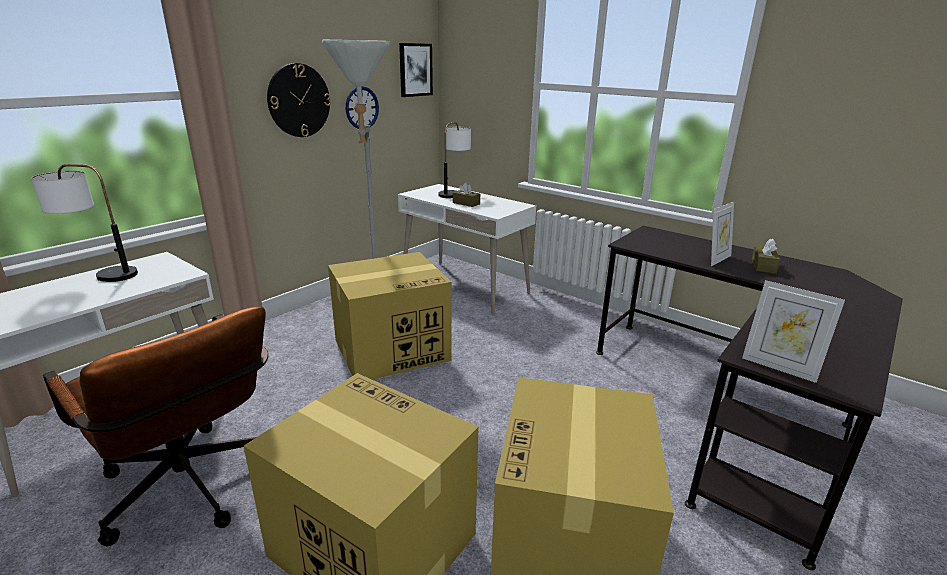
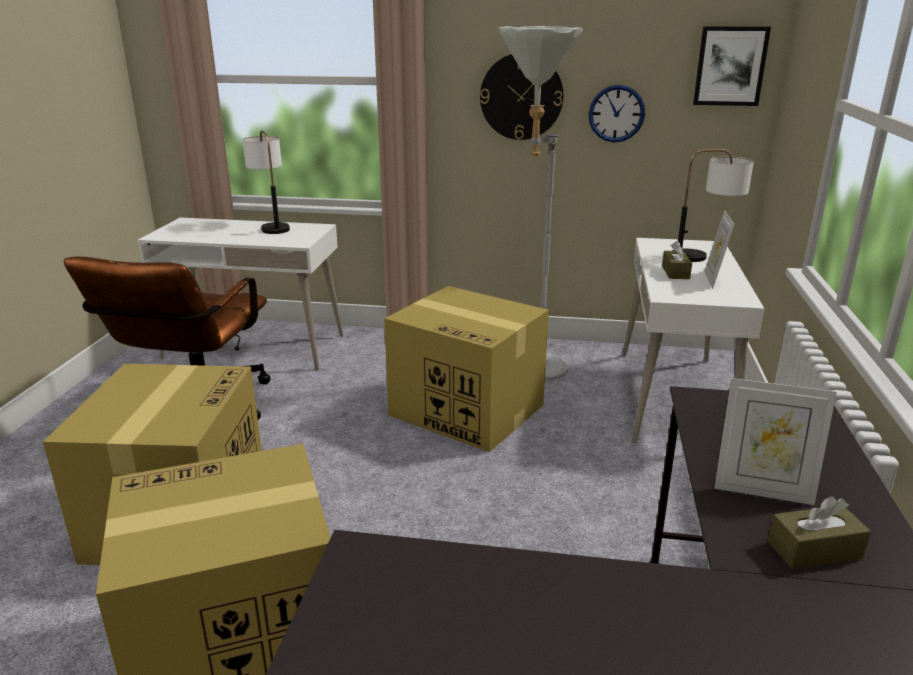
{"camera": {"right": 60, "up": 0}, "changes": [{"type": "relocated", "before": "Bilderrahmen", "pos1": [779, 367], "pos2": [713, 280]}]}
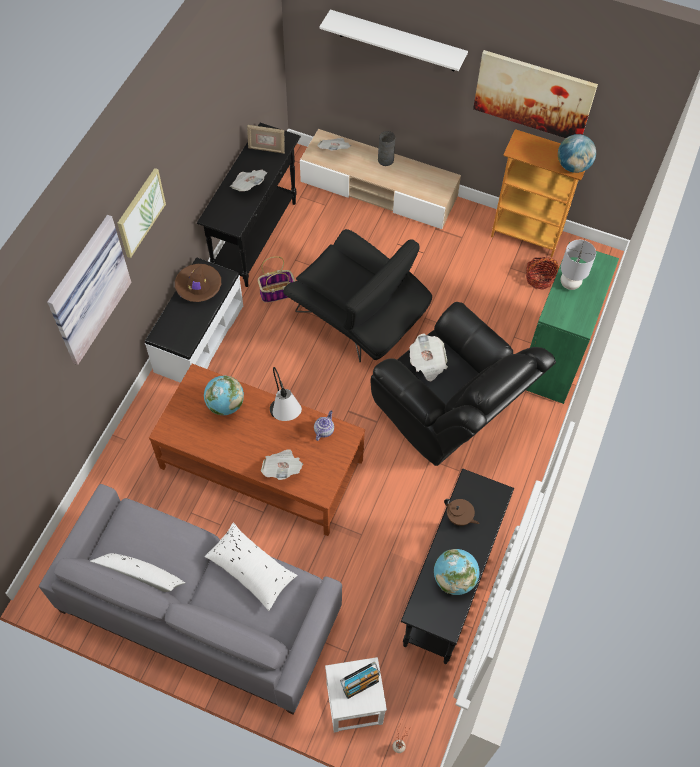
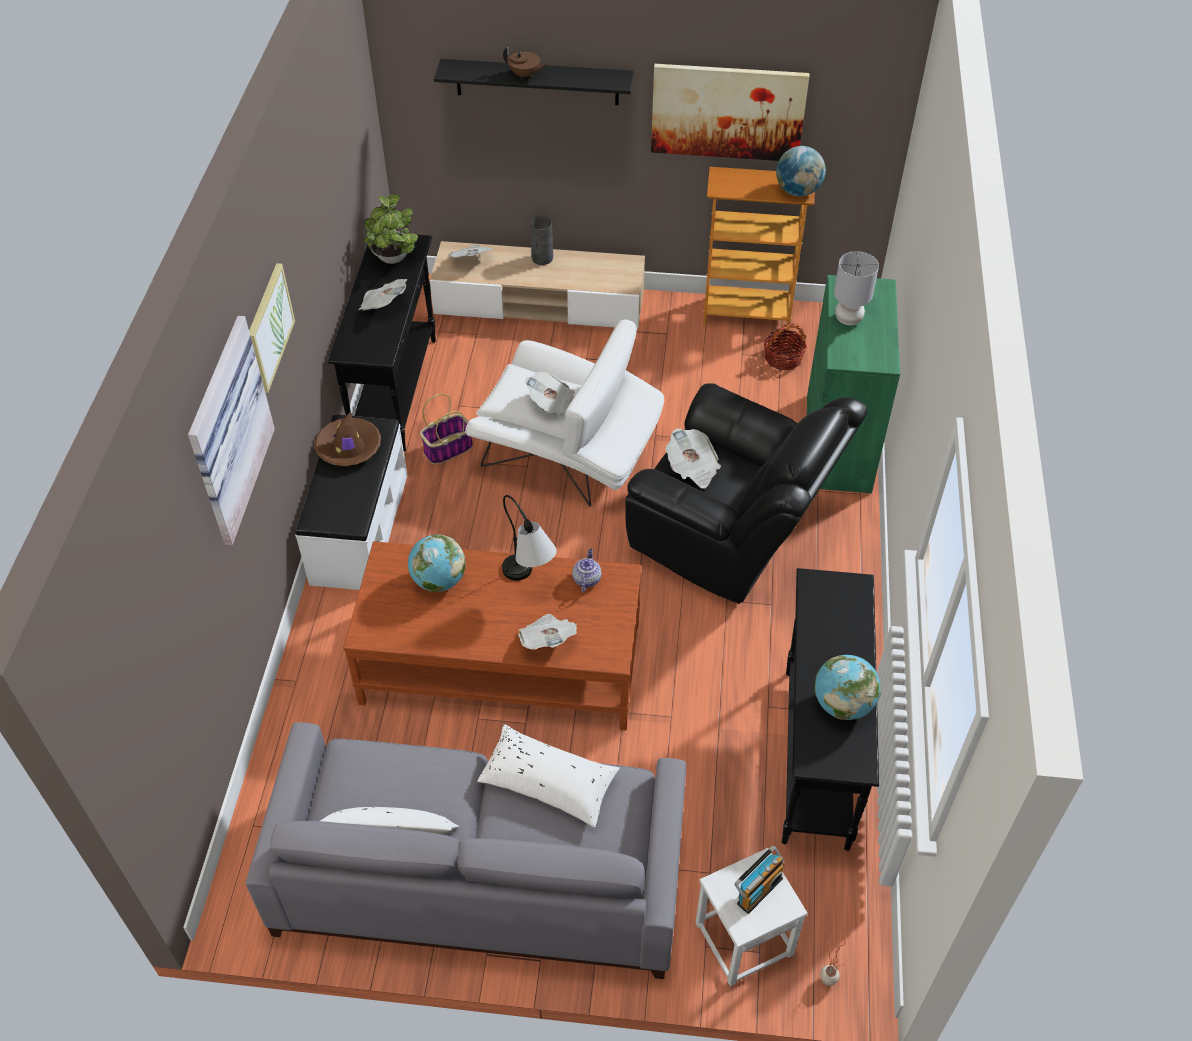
{"camera": {"right": -15, "up": -10}, "changes": [{"type": "colour", "before": "Wandregal/weiß", "after": "Wandregal/schwarz", "pos1": [397, 41], "pos2": [537, 82]}, {"type": "exchanged", "before": "Bilderrahmen", "after": "Topfpflanze", "pos1": [266, 149], "pos2": [392, 259]}, {"type": "colour", "before": "Sessel/schwarz", "after": "Sessel/weiß", "pos1": [358, 318], "pos2": [568, 455]}, {"type": "relocated", "before": "Teekanne/braun", "pos1": [459, 517], "pos2": [525, 75]}, {"type": "appeared", "after": "Zeitung", "pos2": [553, 405]}]}
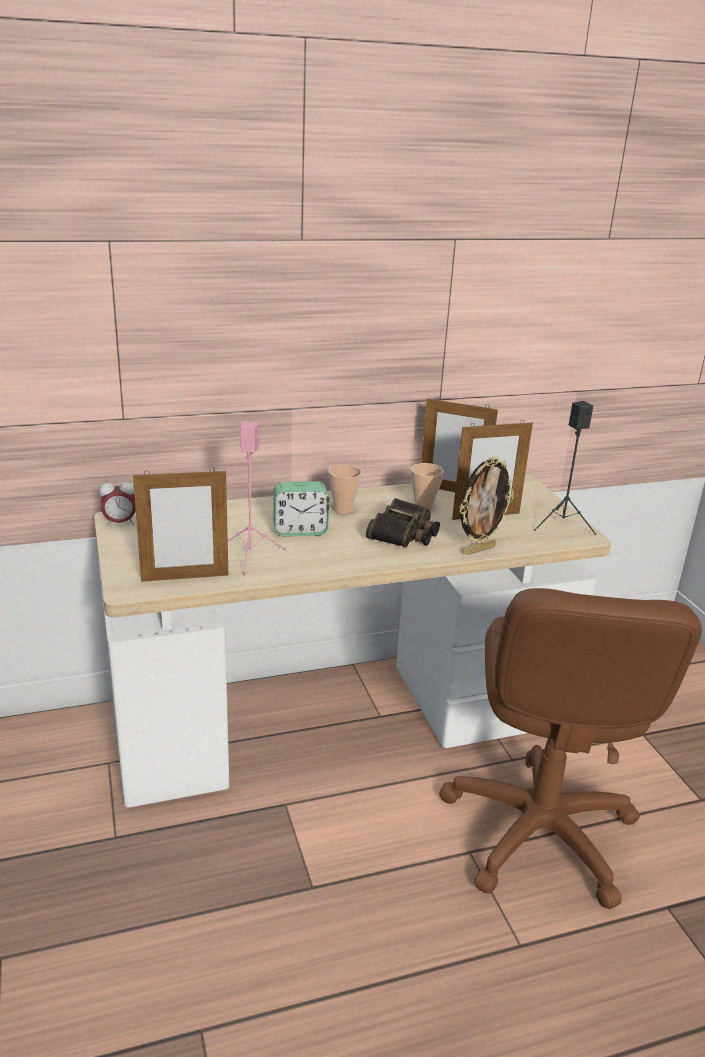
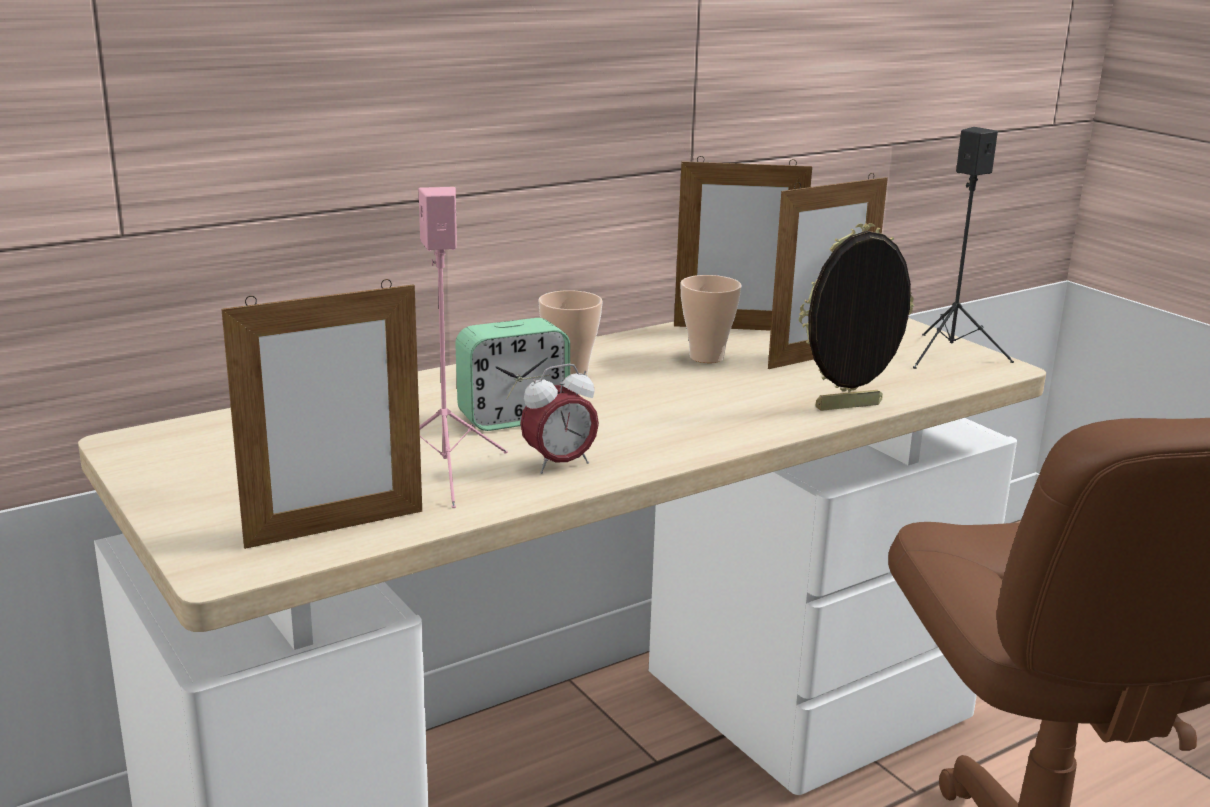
{"camera": {"right": -15, "up": -5}, "changes": [{"type": "spun", "before": "Bilderrahmen", "pos1": [479, 549], "pos2": [849, 408], "turn": -150}, {"type": "relocated", "before": "Wecker", "pos1": [120, 523], "pos2": [559, 464]}, {"type": "missing", "before": "Fernglas", "pos1": [404, 533]}]}
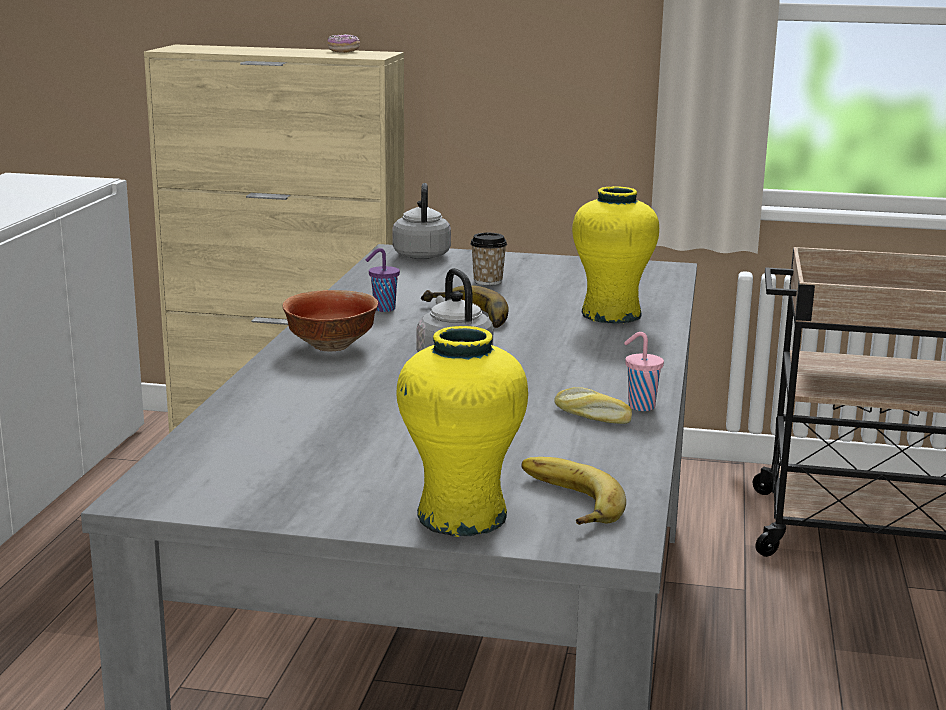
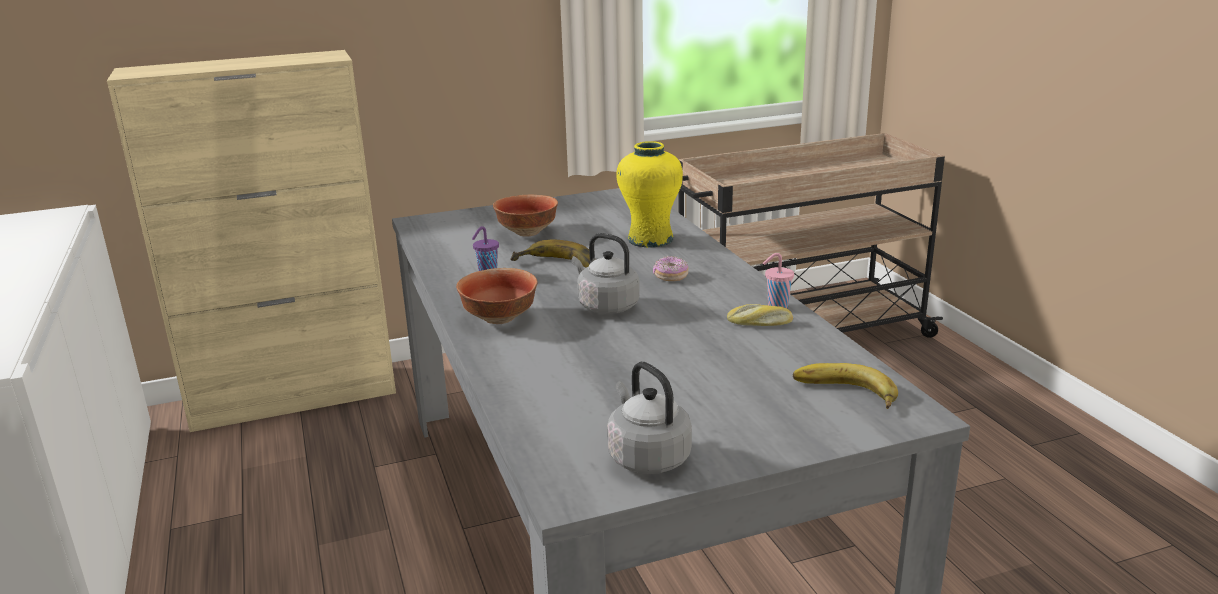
{"camera": {"right": -30, "up": 5}, "changes": [{"type": "relocated", "before": "Donut", "pos1": [343, 51], "pos2": [670, 276]}, {"type": "relocated", "before": "Wasserkessel/grau", "pos1": [421, 255], "pos2": [646, 457]}, {"type": "exchanged", "before": "Tasse", "after": "Schüssel", "pos1": [488, 281], "pos2": [526, 232]}, {"type": "missing", "before": "Vase/gelb", "pos1": [461, 516]}]}
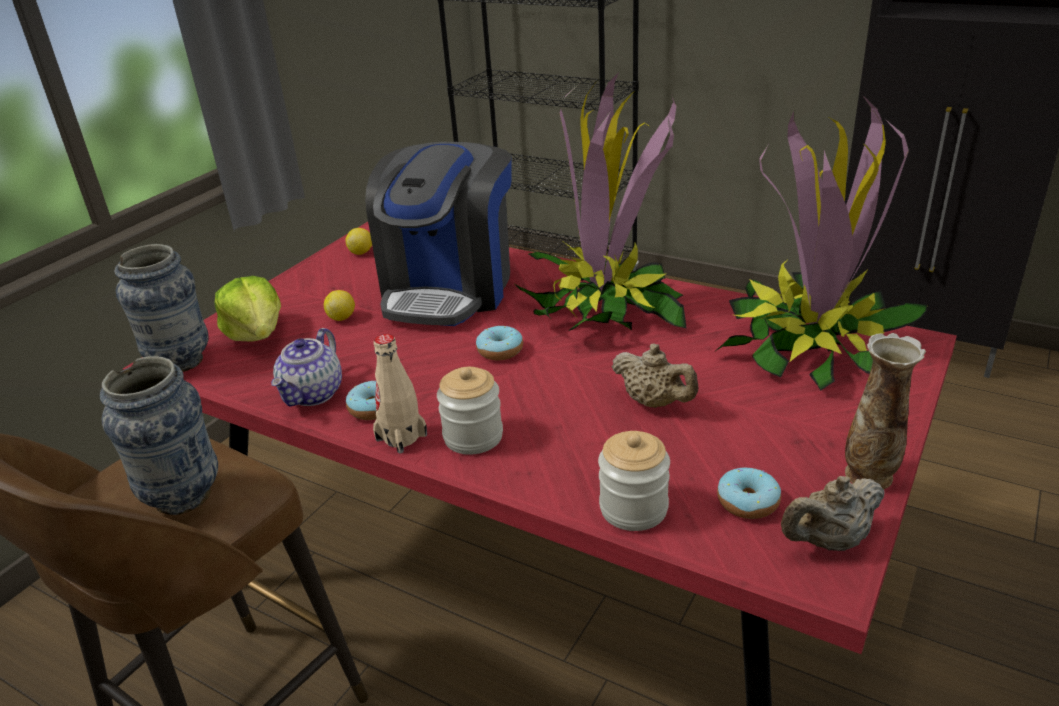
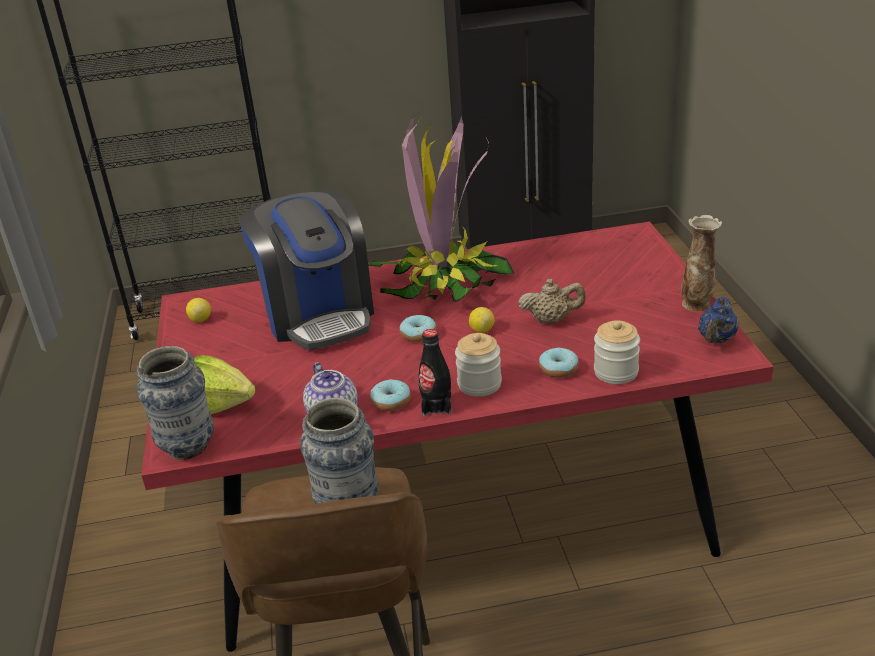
{"camera": {"right": -40, "up": 0}, "changes": [{"type": "missing", "before": "Topfpflanze", "pos1": [811, 345]}, {"type": "relocated", "before": "Zitrone", "pos1": [342, 318], "pos2": [481, 330]}, {"type": "colour", "before": "Flasche/beige", "after": "Flasche/schwarz", "pos1": [401, 437], "pos2": [436, 406]}, {"type": "relocated", "before": "Donut", "pos1": [748, 502], "pos2": [558, 369]}, {"type": "colour", "before": "Teekanne/beige", "after": "Teekanne/blau", "pos1": [829, 541], "pos2": [716, 340]}]}
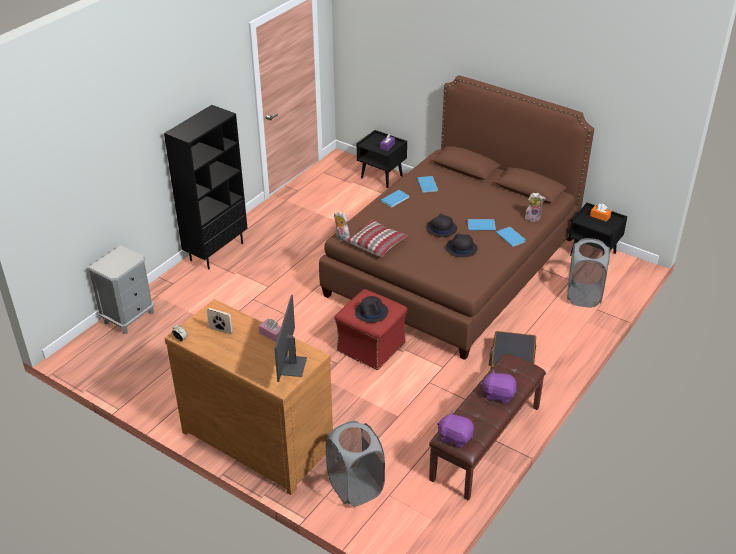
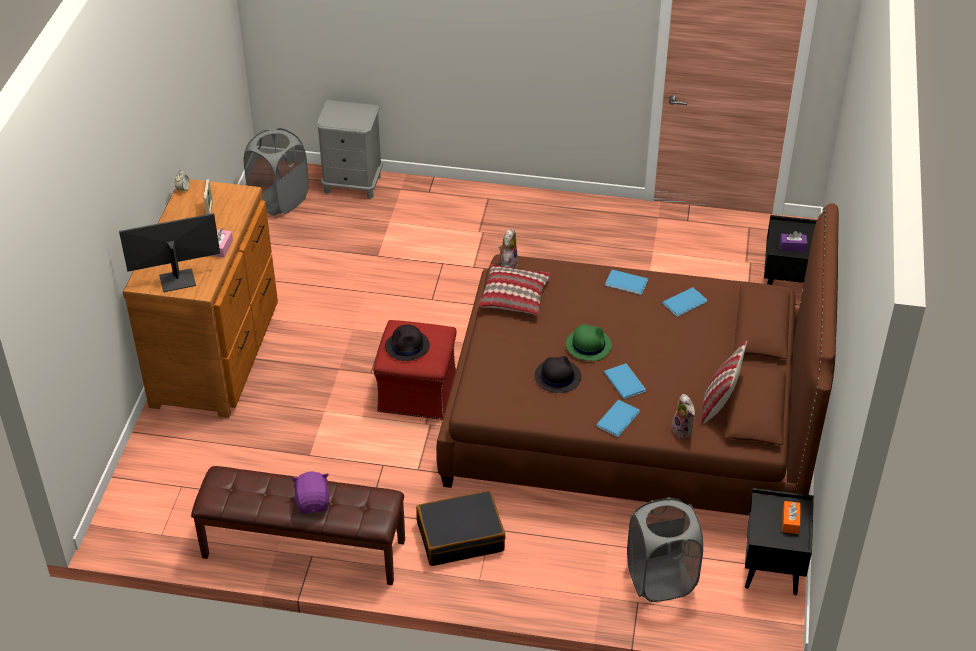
{"camera": {"right": 65, "up": 5}, "changes": [{"type": "missing", "before": "Bücherregal/schwarz", "pos1": [216, 251]}, {"type": "colour", "before": "Hut/schwarz", "after": "Hut/grün", "pos1": [441, 228], "pos2": [588, 345]}, {"type": "missing", "before": "Plüschtier/lila", "pos1": [455, 437]}, {"type": "relocated", "before": "Wäschekorb/grau", "pos1": [355, 487], "pos2": [279, 200]}, {"type": "appeared", "after": "Kissen", "pos2": [719, 403]}]}
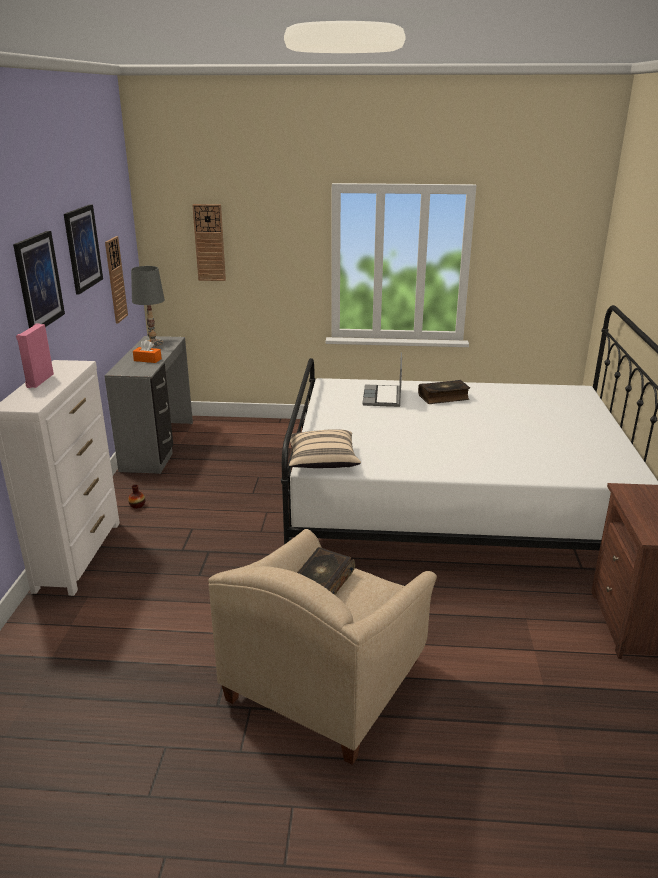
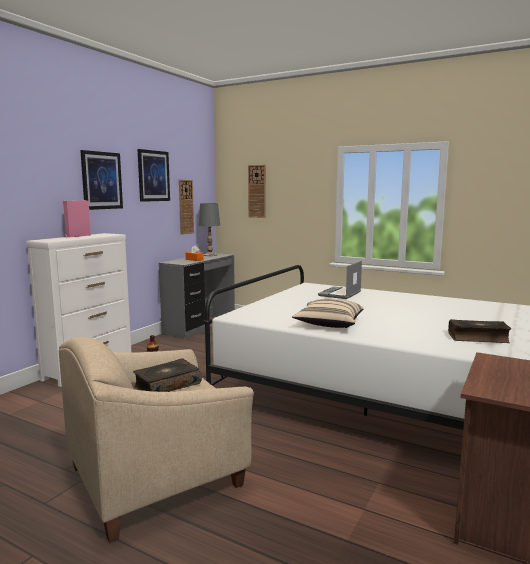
{"camera": {"right": 25, "up": -15}, "changes": [{"type": "relocated", "before": "Buch", "pos1": [443, 397], "pos2": [478, 338]}, {"type": "relocated", "before": "Kissen/beige", "pos1": [322, 461], "pos2": [328, 324]}]}
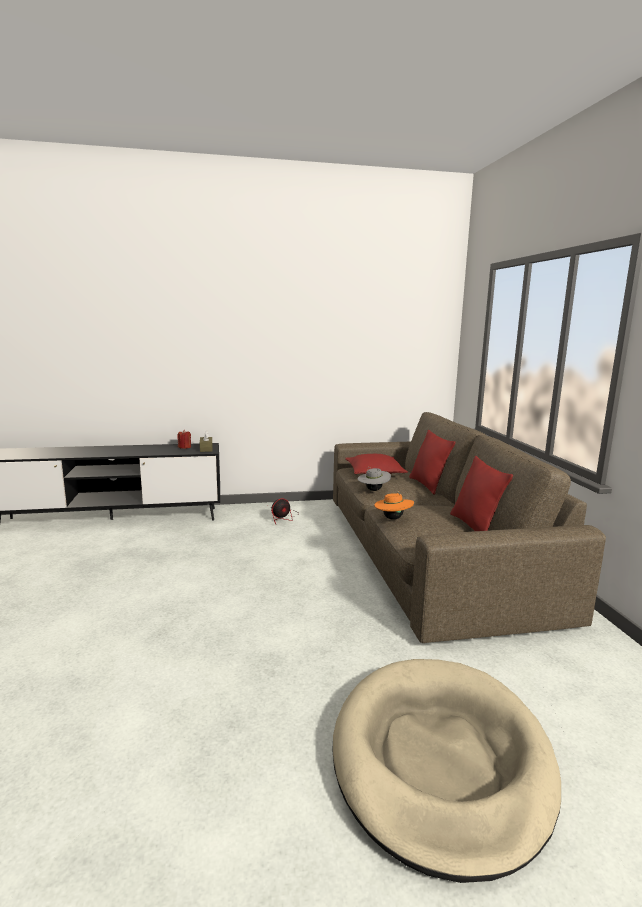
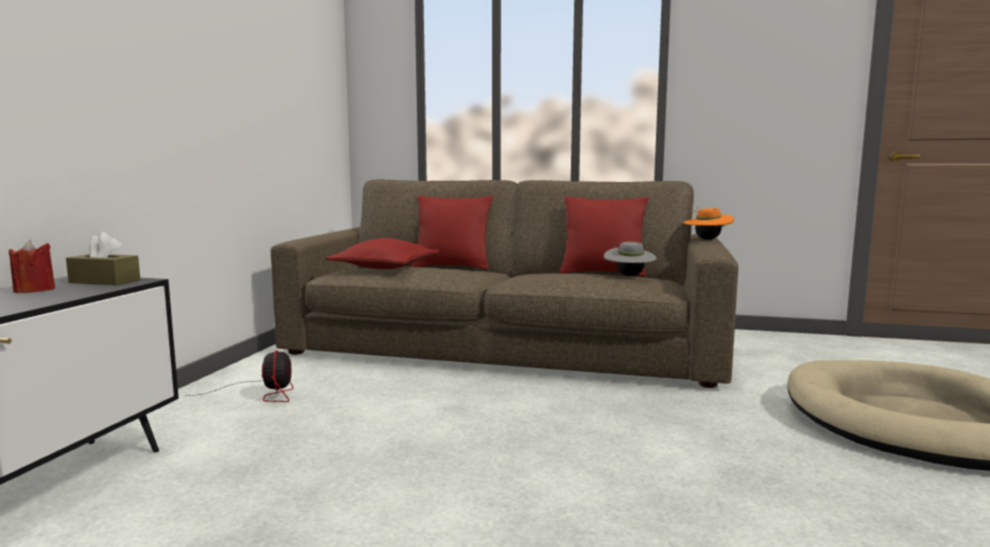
{"camera": {"right": -65, "up": -5}, "changes": [{"type": "relocated", "before": "Hut/grau", "pos1": [373, 490], "pos2": [629, 276]}, {"type": "relocated", "before": "Hut/orange", "pos1": [393, 518], "pos2": [707, 239]}]}
